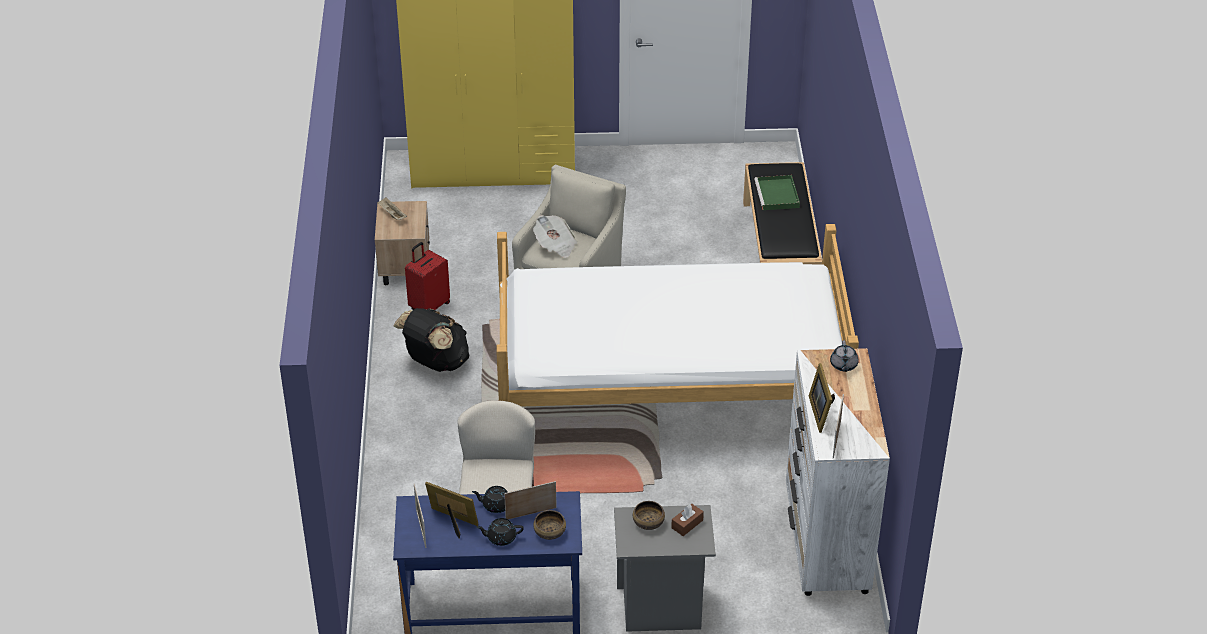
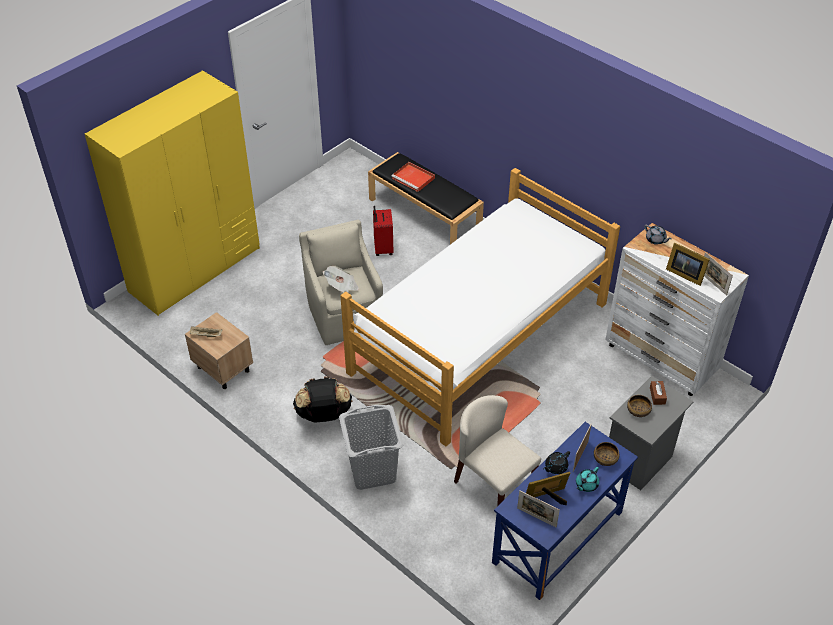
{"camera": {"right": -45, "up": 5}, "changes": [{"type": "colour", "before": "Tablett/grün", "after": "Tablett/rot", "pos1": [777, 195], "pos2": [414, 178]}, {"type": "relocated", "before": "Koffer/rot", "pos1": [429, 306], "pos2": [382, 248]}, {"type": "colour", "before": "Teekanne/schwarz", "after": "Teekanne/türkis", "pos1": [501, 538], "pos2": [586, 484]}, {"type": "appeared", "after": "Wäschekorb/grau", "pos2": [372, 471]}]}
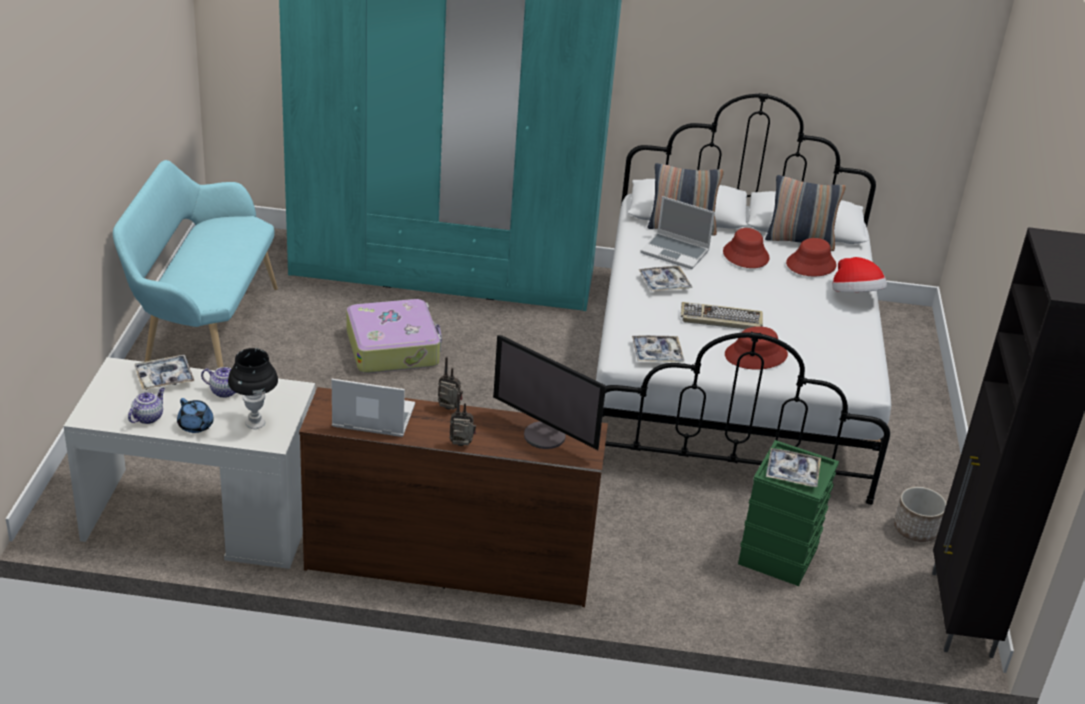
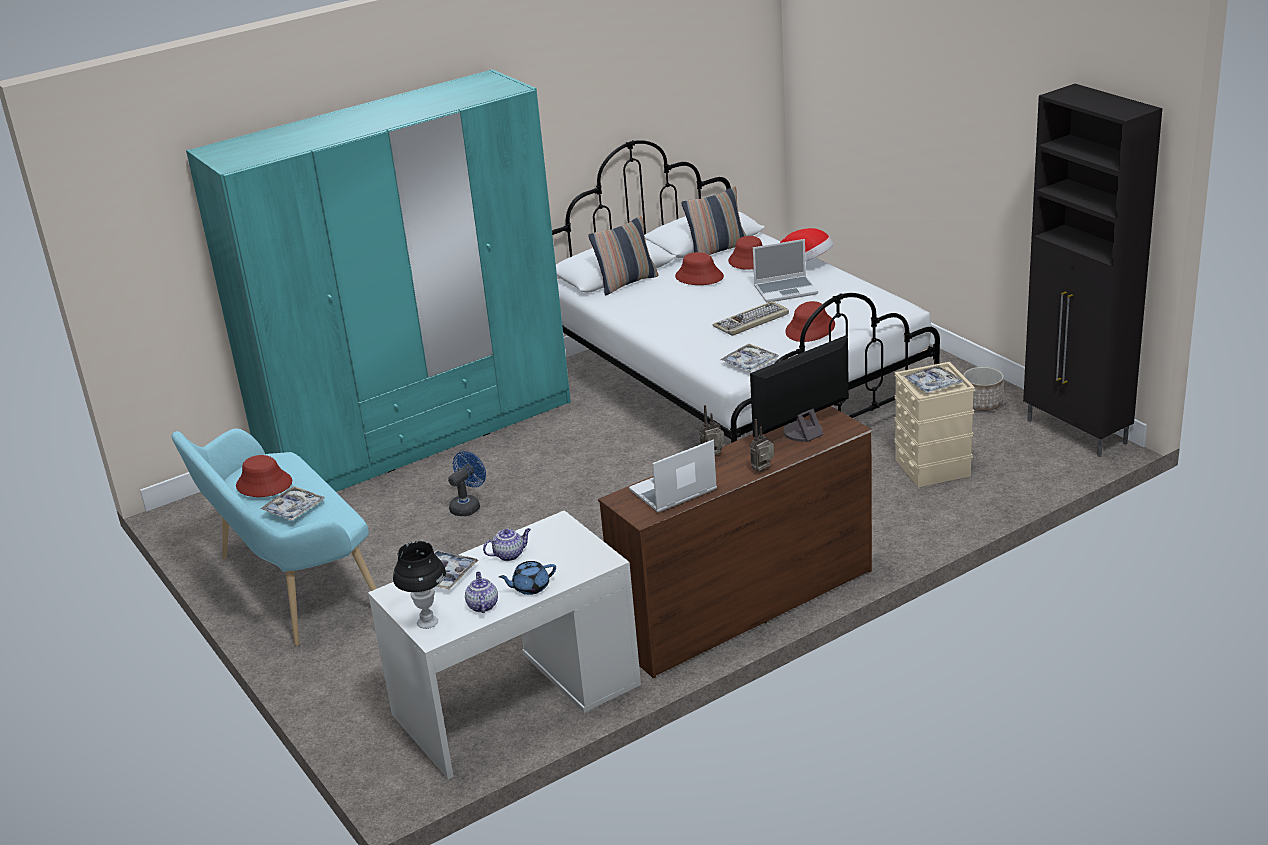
{"camera": {"right": -35, "up": -5}, "changes": [{"type": "relocated", "before": "Laptop", "pos1": [676, 252], "pos2": [786, 290]}, {"type": "relocated", "before": "Tablett", "pos1": [664, 284], "pos2": [294, 509]}, {"type": "exchanged", "before": "Koffer", "after": "Ventilator/blau", "pos1": [393, 348], "pos2": [468, 506]}, {"type": "spun", "before": "Monitor", "pos1": [546, 435], "pos2": [803, 432], "turn": 150}, {"type": "relocated", "before": "Tischlampe/schwarz", "pos1": [255, 423], "pos2": [427, 623]}, {"type": "spun", "before": "Teekanne/blau", "pos1": [196, 426], "pos2": [530, 587], "turn": 150}, {"type": "colour", "before": "Aufbewahrungsbox/grün", "after": "Aufbewahrungsbox/beige", "pos1": [776, 556], "pos2": [932, 468]}, {"type": "appeared", "after": "Hut/rot", "pos2": [264, 484]}]}
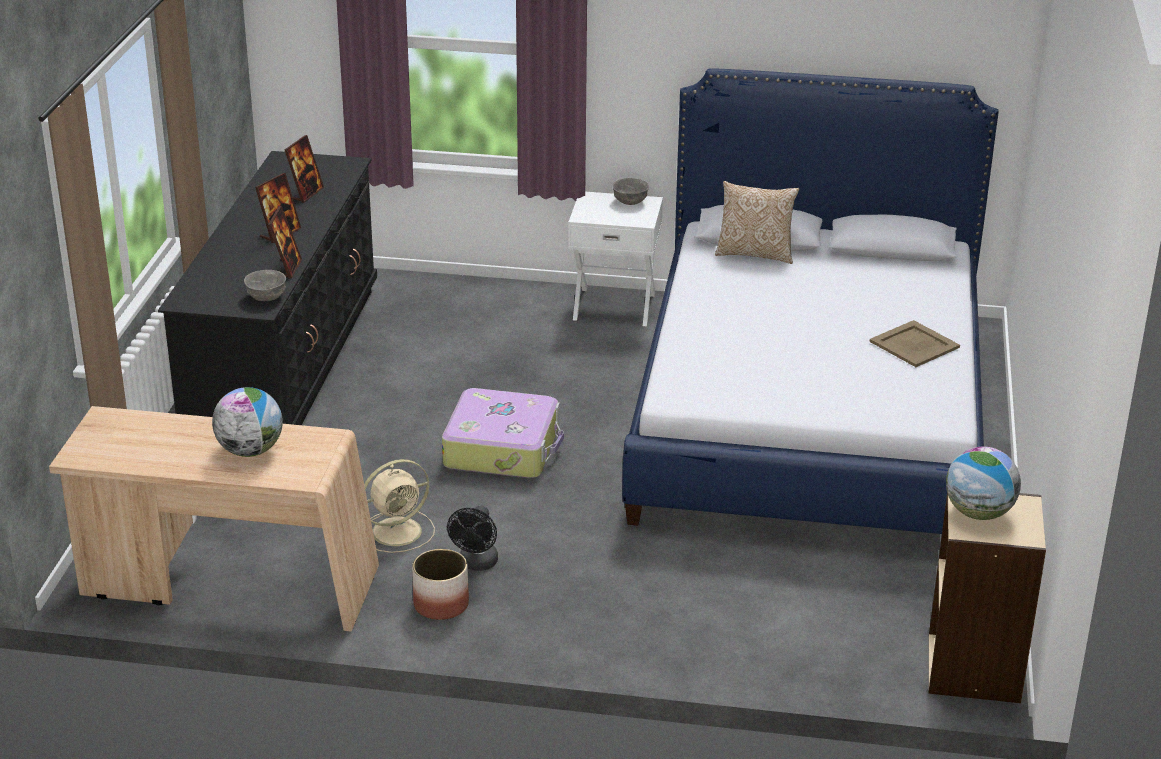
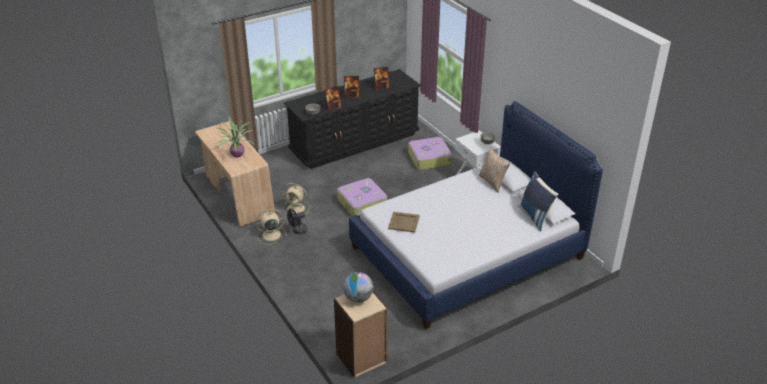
{"camera": {"right": 50, "up": 5}, "changes": [{"type": "relocated", "before": "Tablett/beige", "pos1": [915, 344], "pos2": [404, 222]}, {"type": "exchanged", "before": "Globus", "after": "Topfpflanze", "pos1": [250, 450], "pos2": [237, 154]}, {"type": "exchanged", "before": "Pflanzkübel", "after": "Ventilator/beige", "pos1": [441, 605], "pos2": [270, 235]}, {"type": "appeared", "after": "Koffer", "pos2": [429, 158]}, {"type": "appeared", "after": "Kissen/blau", "pos2": [535, 216]}]}
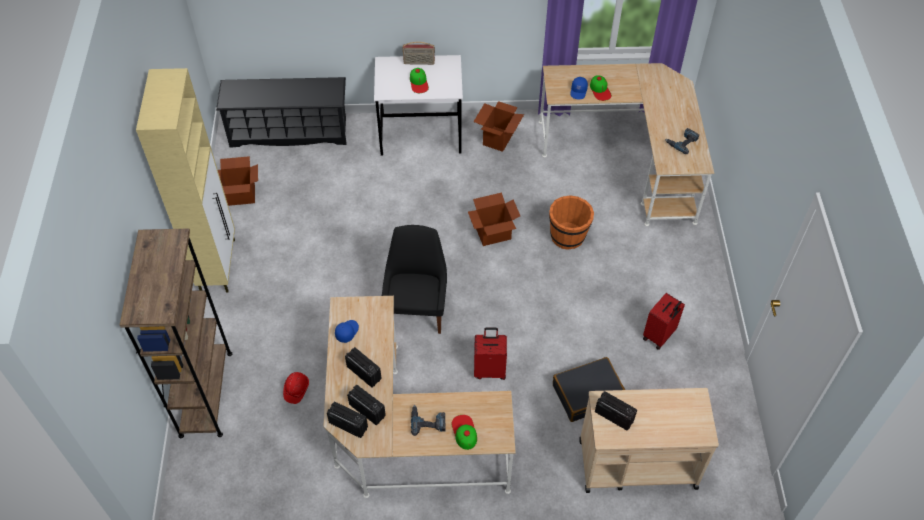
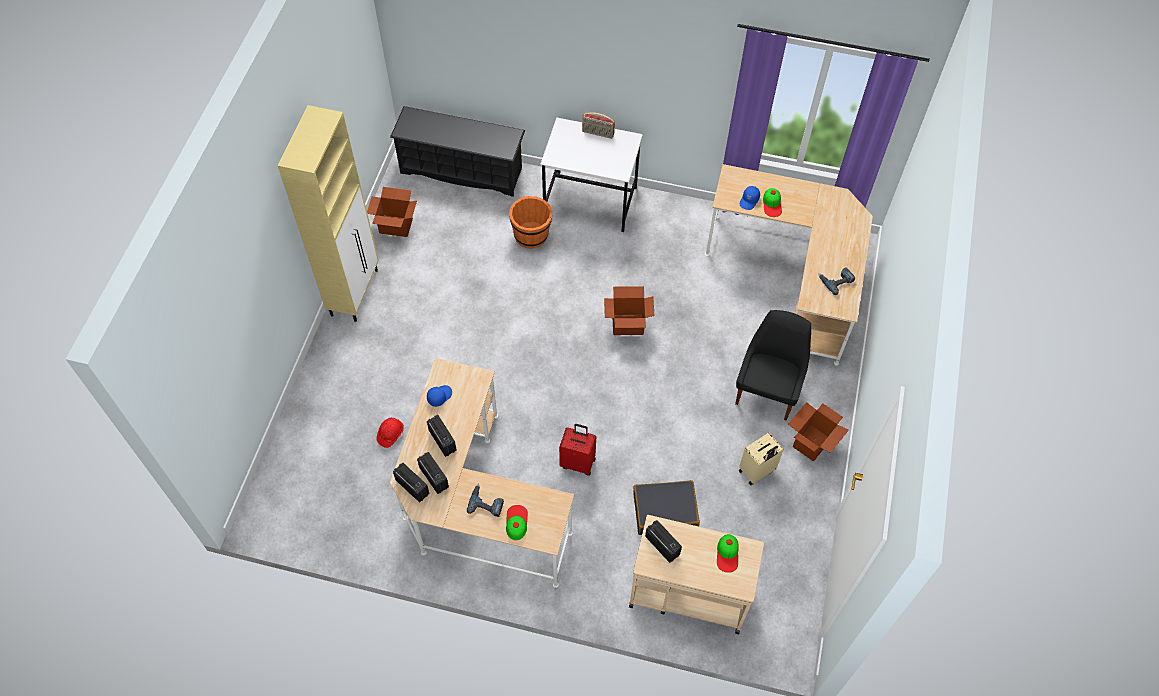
{"camera": {"right": 15, "up": 5}, "changes": [{"type": "relocated", "before": "Kappe", "pos1": [419, 82], "pos2": [727, 554]}, {"type": "relocated", "before": "Karton", "pos1": [498, 139], "pos2": [812, 443]}, {"type": "relocated", "before": "Eimer/orange", "pos1": [568, 236], "pos2": [531, 235]}, {"type": "relocated", "before": "Stuhl/schwarz", "pos1": [417, 310], "pos2": [767, 390]}, {"type": "missing", "before": "Bücherregal/braun", "pos1": [206, 393]}, {"type": "colour", "before": "Koffer/rot", "after": "Koffer/beige", "pos1": [659, 335], "pos2": [757, 471]}]}
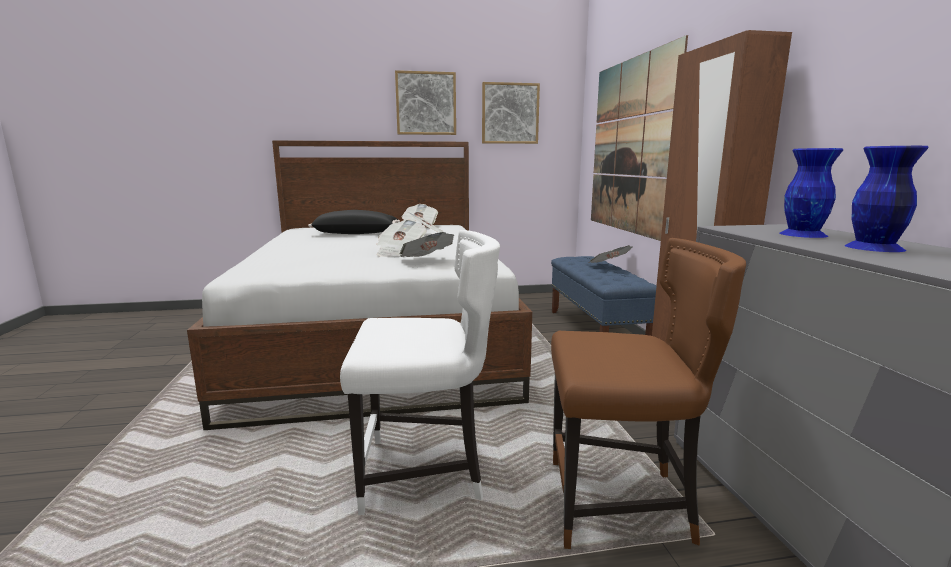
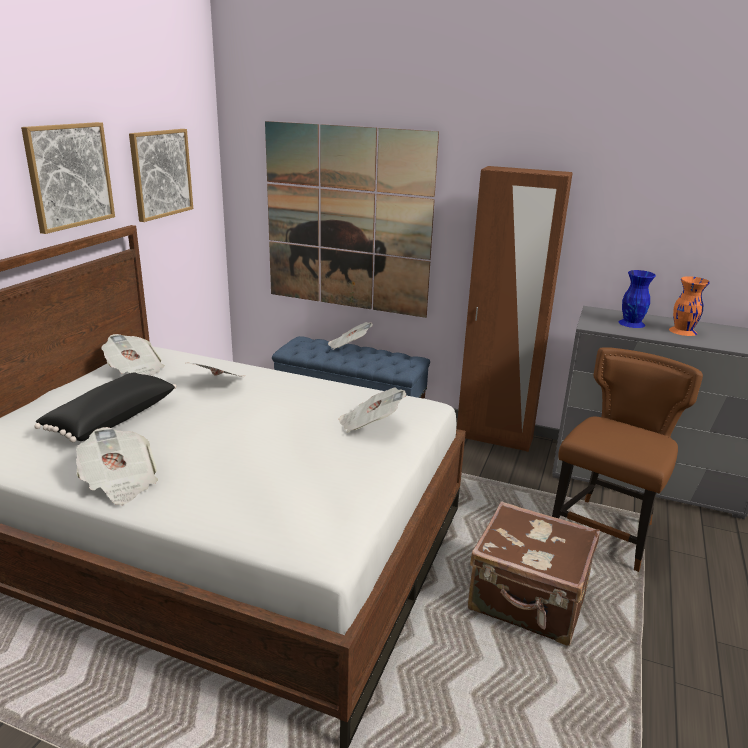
{"camera": {"right": -60, "up": 10}, "changes": [{"type": "colour", "before": "Vase/blau", "after": "Vase/orange", "pos1": [873, 247], "pos2": [682, 331]}, {"type": "relocated", "before": "Zeitung", "pos1": [399, 252], "pos2": [120, 483]}, {"type": "exchanged", "before": "Stuhl/weiß", "after": "Koffer/braun", "pos1": [426, 472], "pos2": [528, 601]}]}
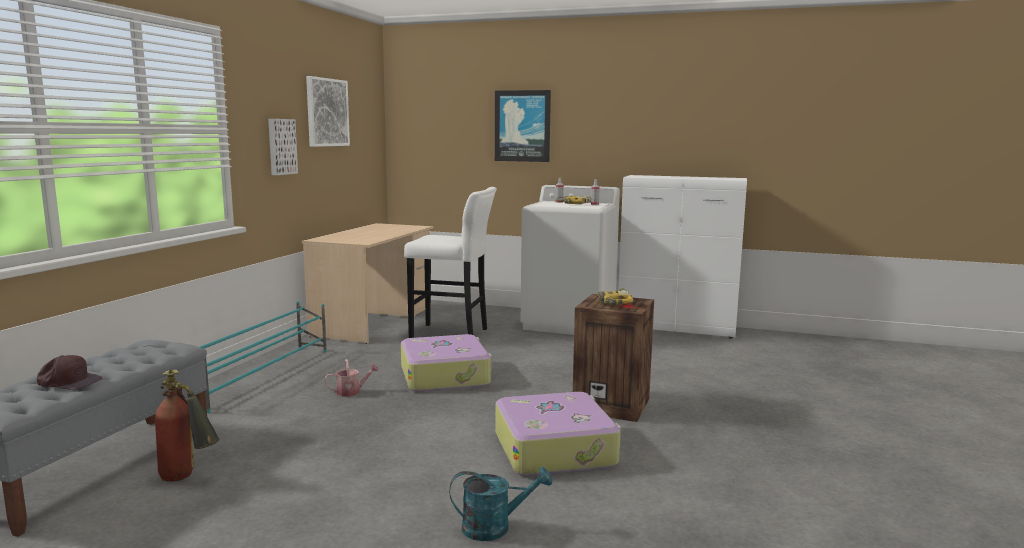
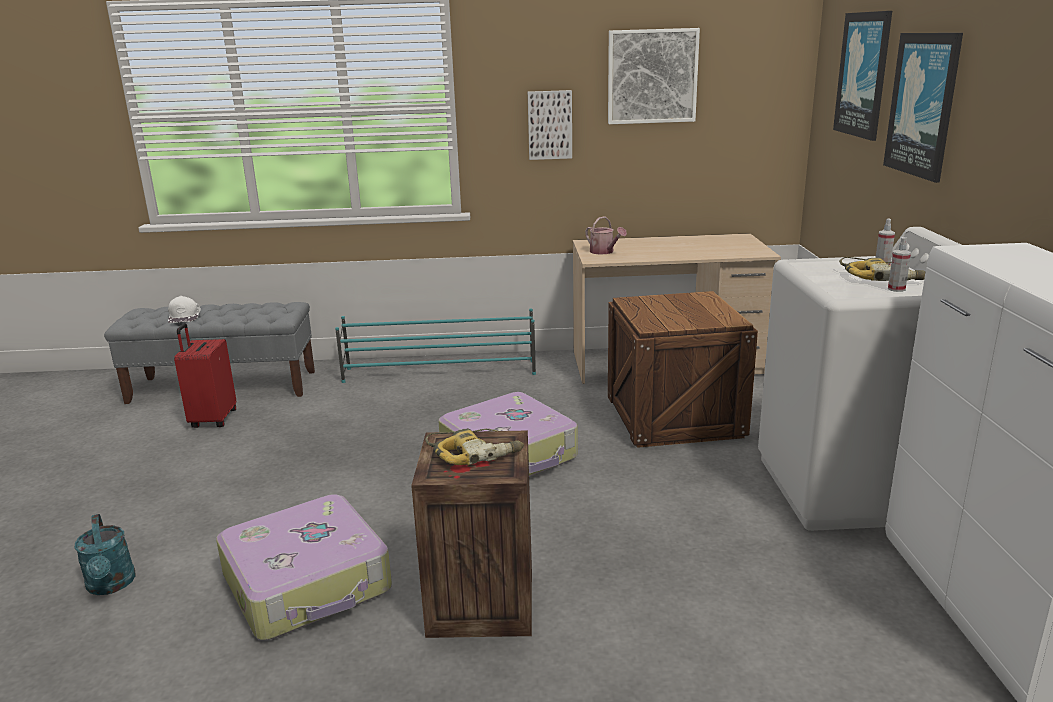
{"camera": {"right": 70, "up": 10}, "changes": [{"type": "exchanged", "before": "Hocker/weiß", "after": "Kiste", "pos1": [453, 334], "pos2": [674, 418]}, {"type": "colour", "before": "Kappe/braun", "after": "Kappe/weiß", "pos1": [69, 382], "pos2": [185, 316]}, {"type": "relocated", "before": "Gießkanne", "pos1": [352, 392], "pos2": [604, 252]}, {"type": "exchanged", "before": "Feuerlöscher", "after": "Koffer/rot", "pos1": [188, 477], "pos2": [212, 420]}, {"type": "appeared", "after": "Bild", "pos2": [863, 75]}]}
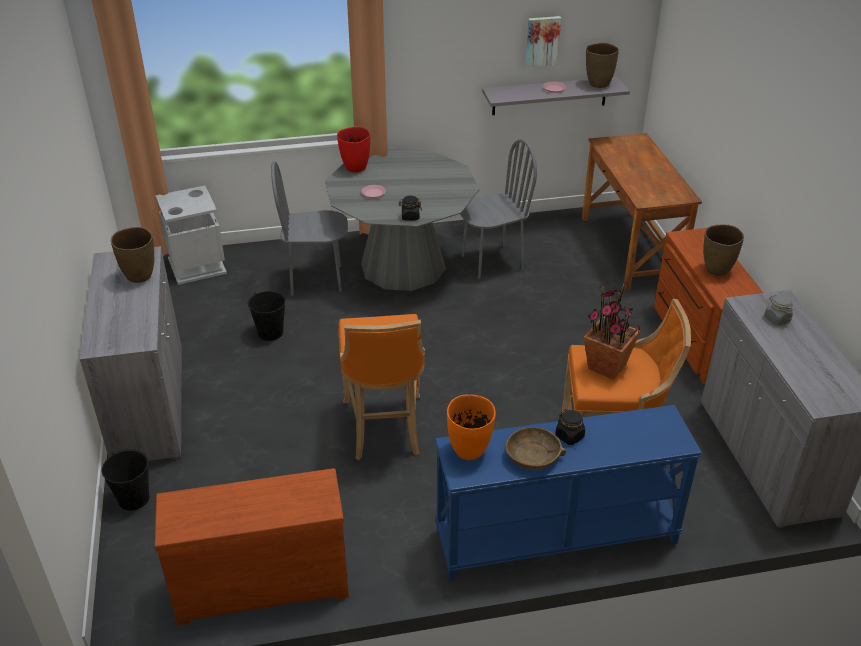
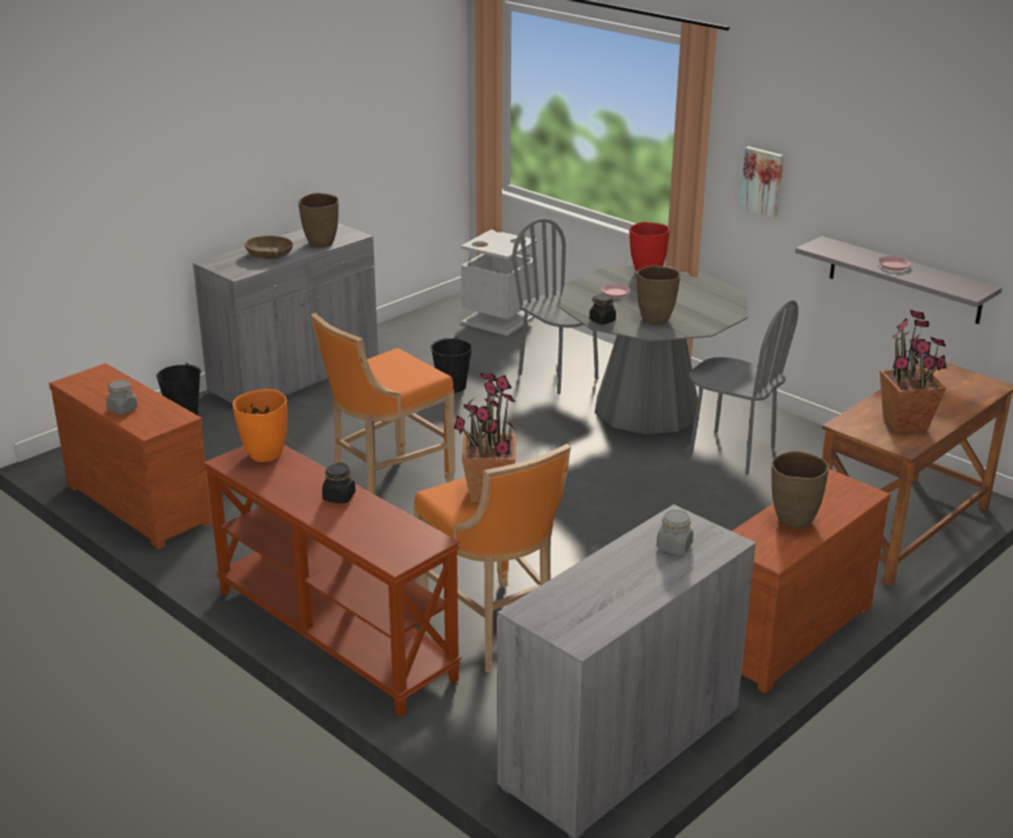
{"camera": {"right": 55, "up": -10}, "changes": [{"type": "relocated", "before": "Bild", "pos1": [542, 41], "pos2": [763, 181]}, {"type": "relocated", "before": "Vase/braun", "pos1": [598, 84], "pos2": [655, 319]}, {"type": "colour", "before": "Konsolentisch/blau", "after": "Konsolentisch/braun", "pos1": [556, 538], "pos2": [332, 635]}, {"type": "relocated", "before": "Schüssel/braun", "pos1": [533, 455], "pos2": [270, 254]}, {"type": "appeared", "after": "Topfpflanze", "pos2": [905, 424]}, {"type": "appeared", "after": "Vorratsglas/grau", "pos2": [122, 409]}]}
